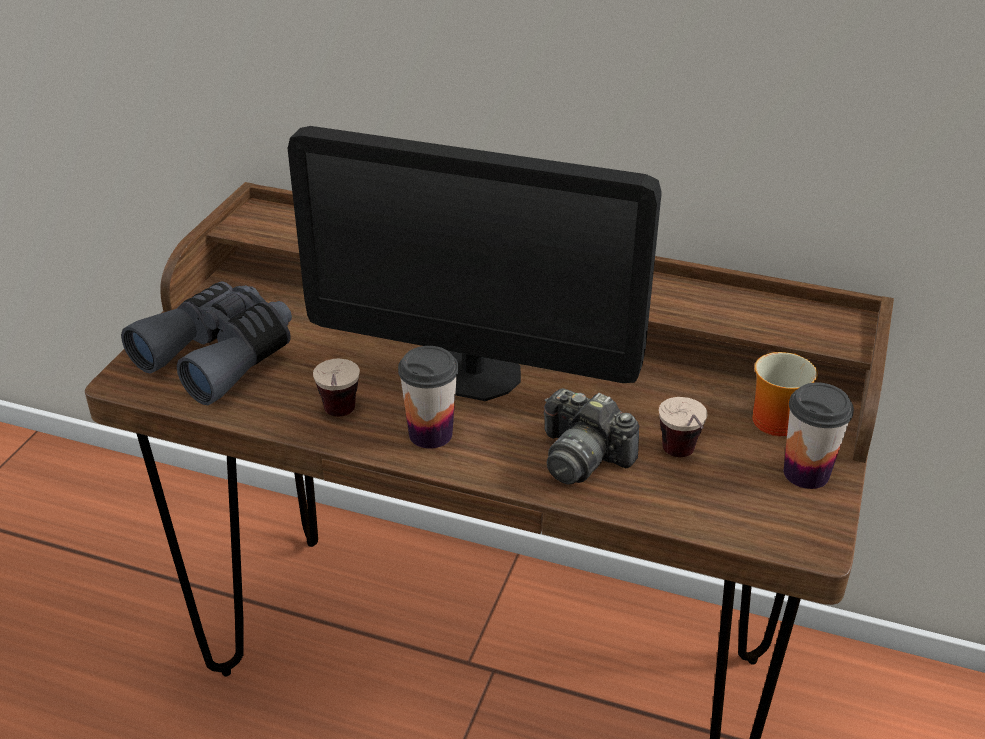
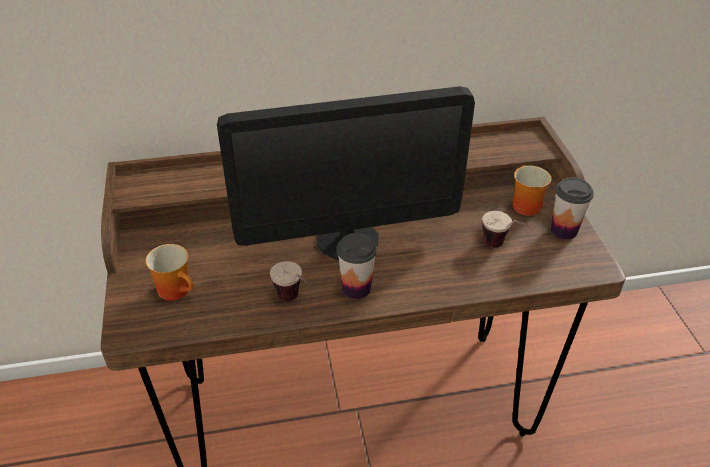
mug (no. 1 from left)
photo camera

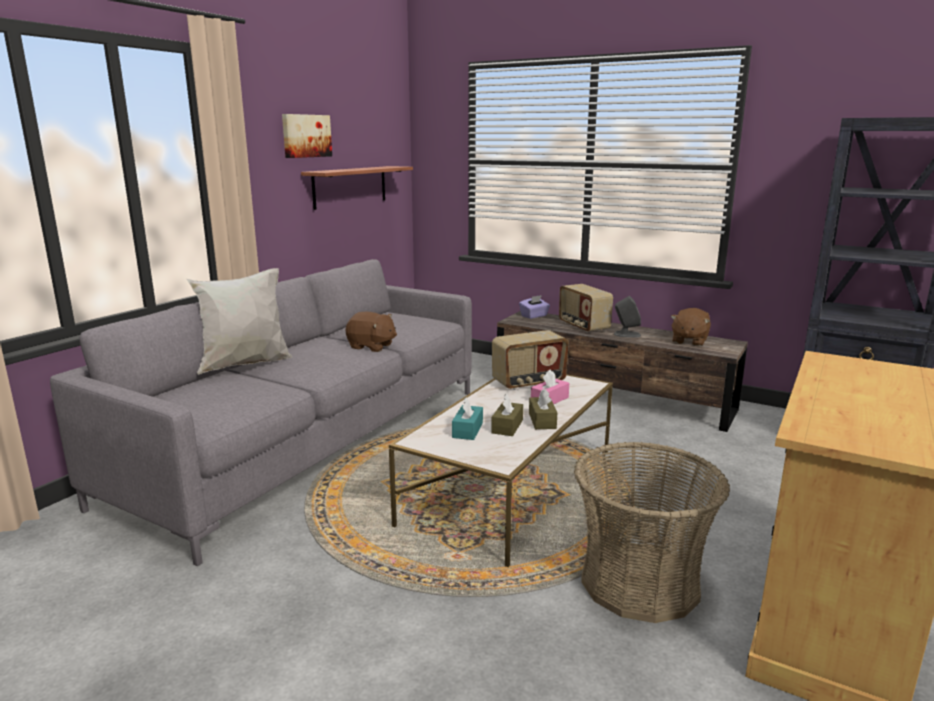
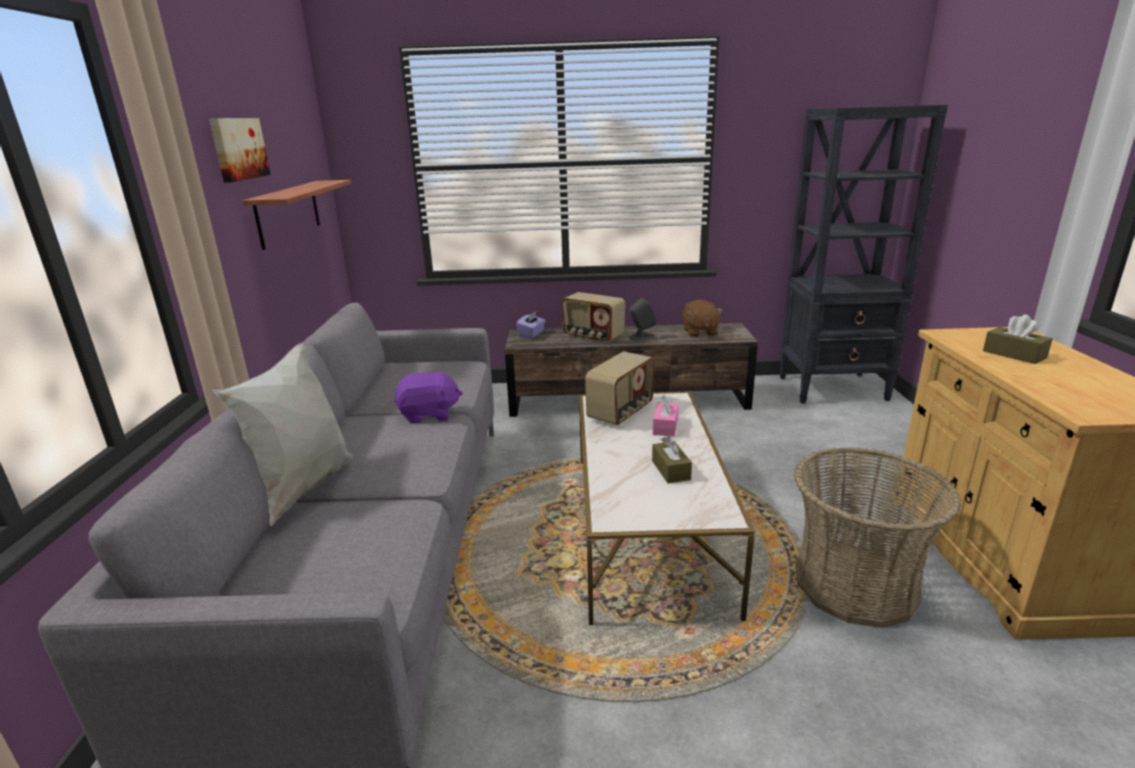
plush toy/purple
tissue box/brown (no. 2 from left)
tissue box/turquoise

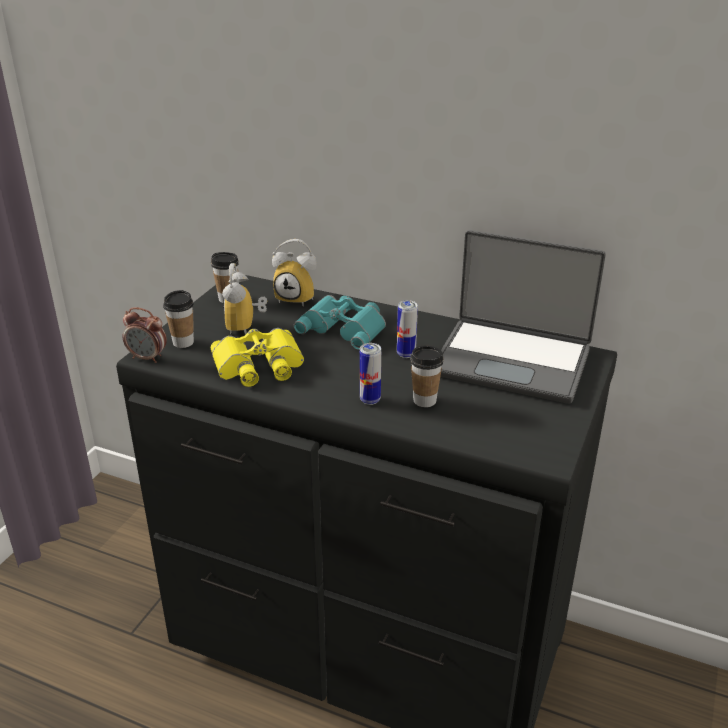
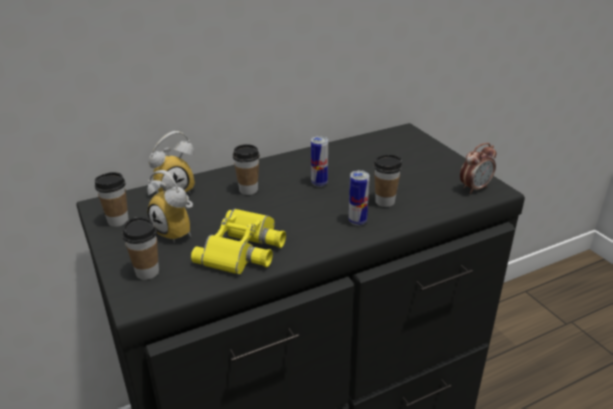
laptop
cup (no. 3 from left)
alarm clock (no. 3 from left)

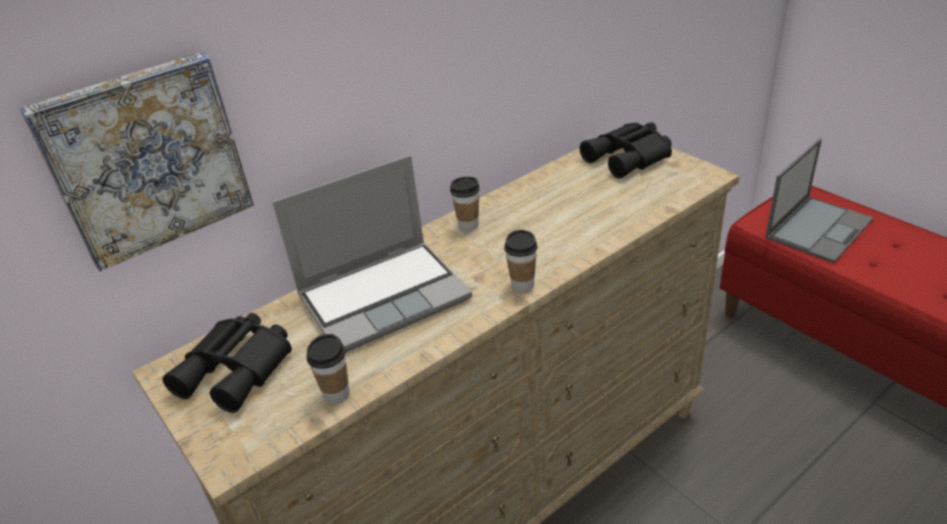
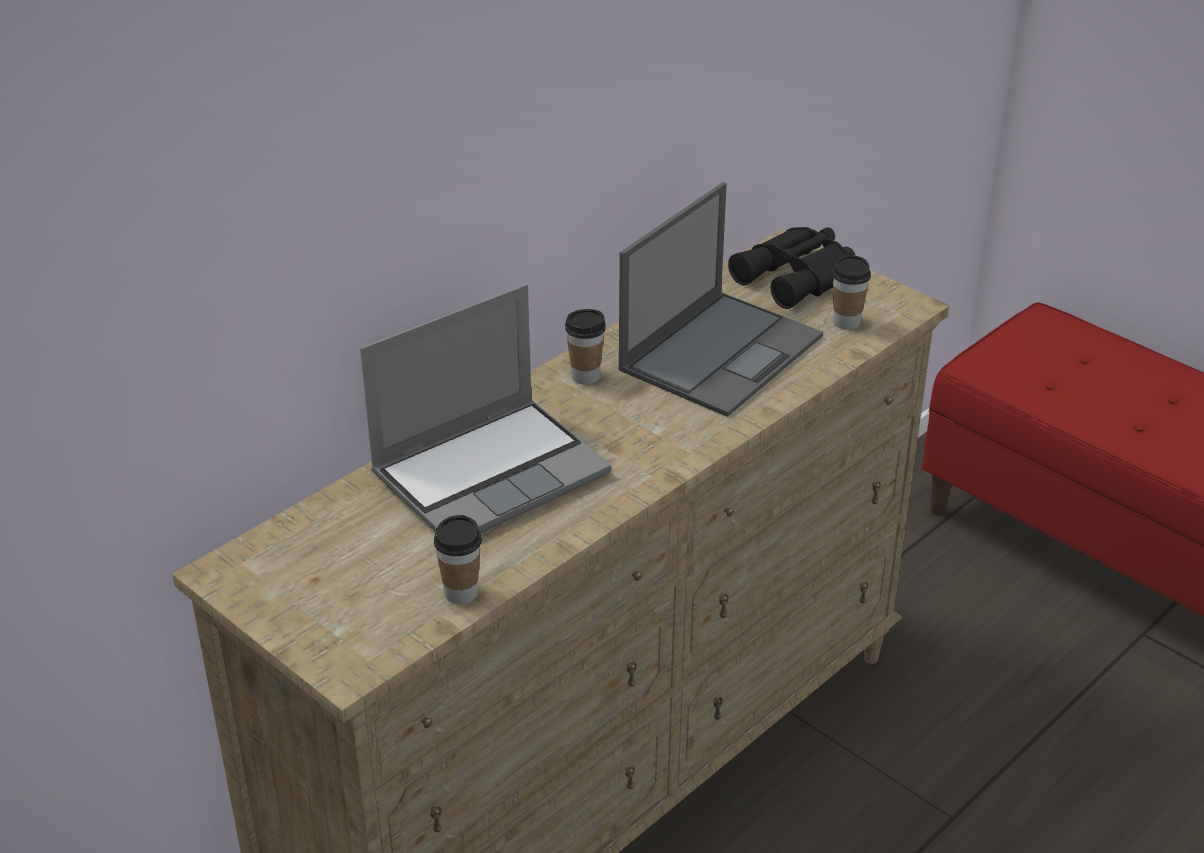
picture
laptop (no. 2 from left)
cup (no. 3 from left)
binoculars/black (no. 1 from left in the first image)

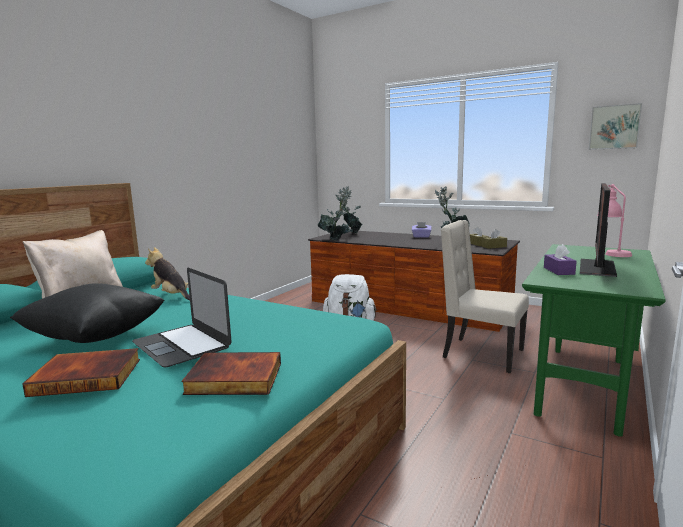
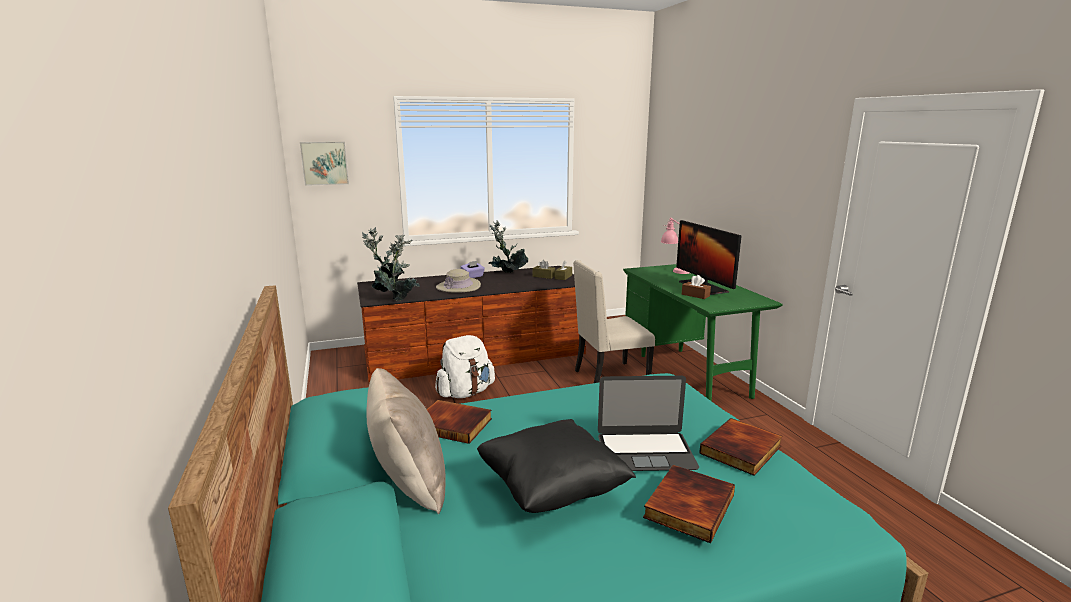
picture
tissue box/brown (no. 3 from left)
book (no. 1 from left)
hat/beige

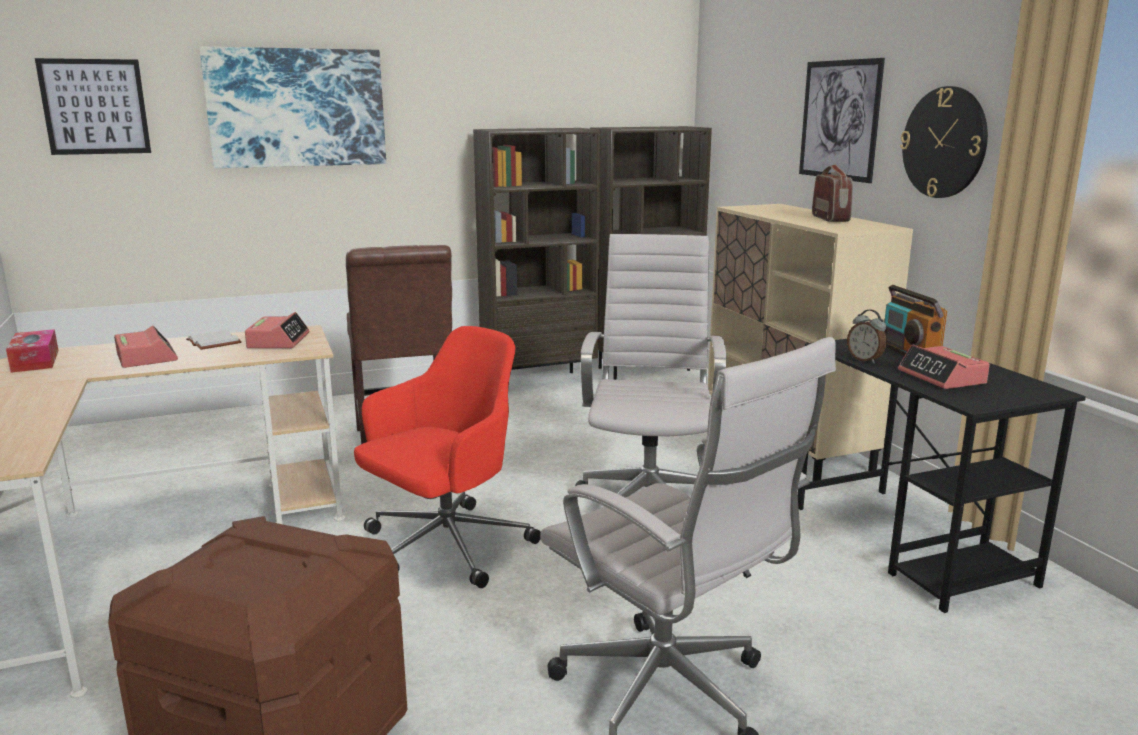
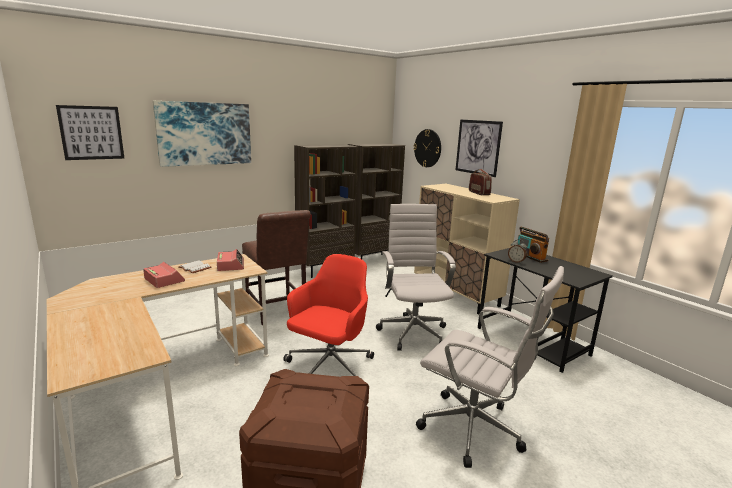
wall clock
tissue box
alarm clock (no. 4 from left in the first image)

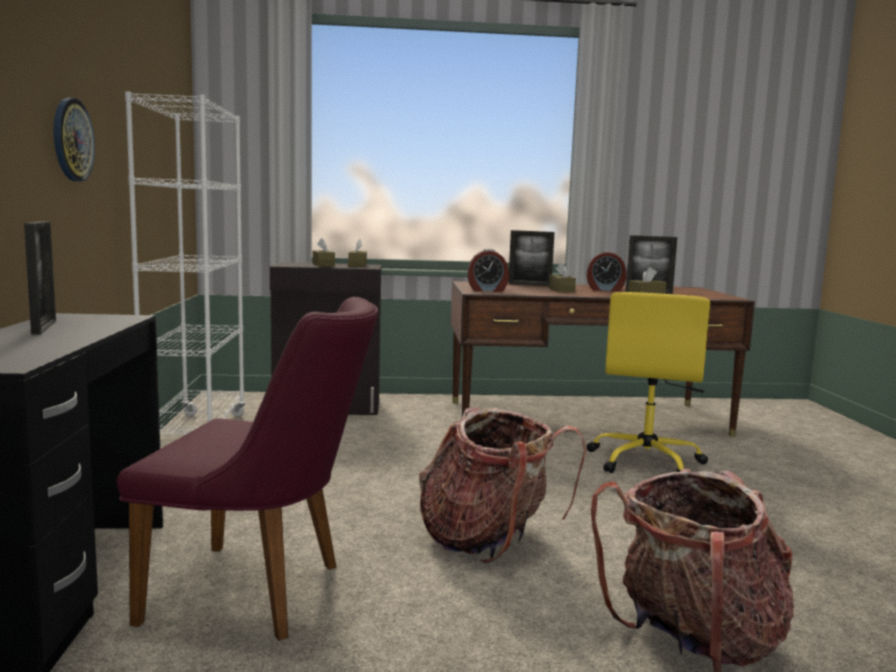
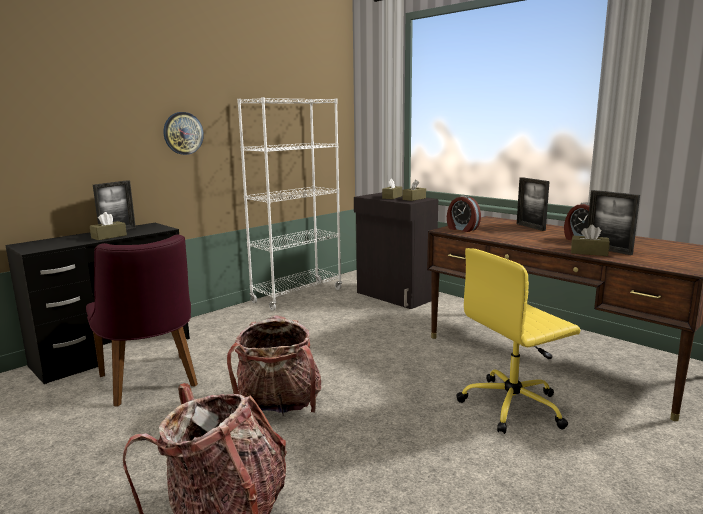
tissue box/brown (no. 1 from left)

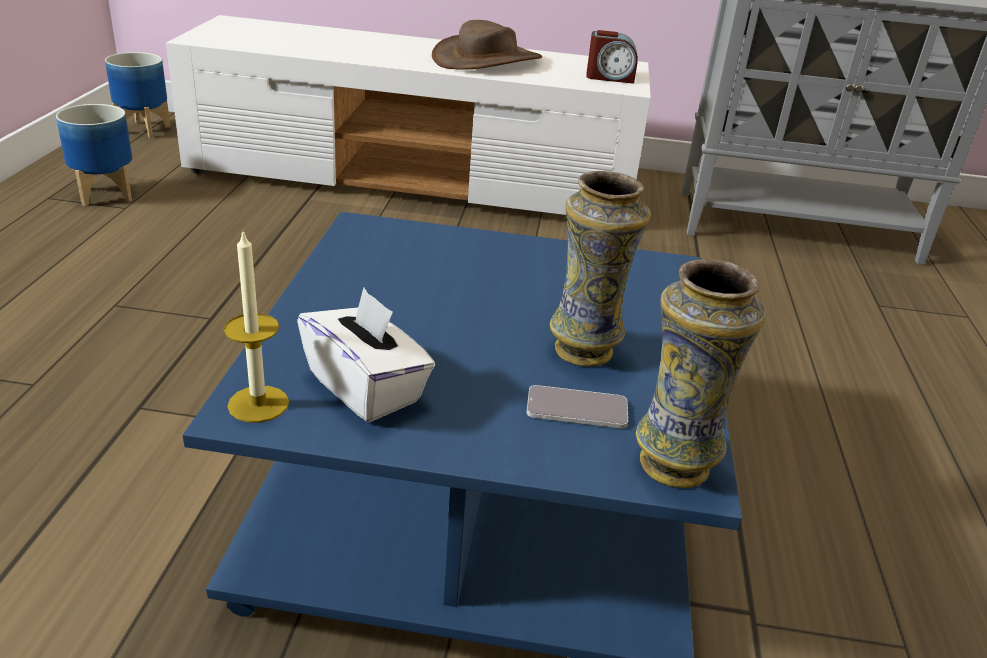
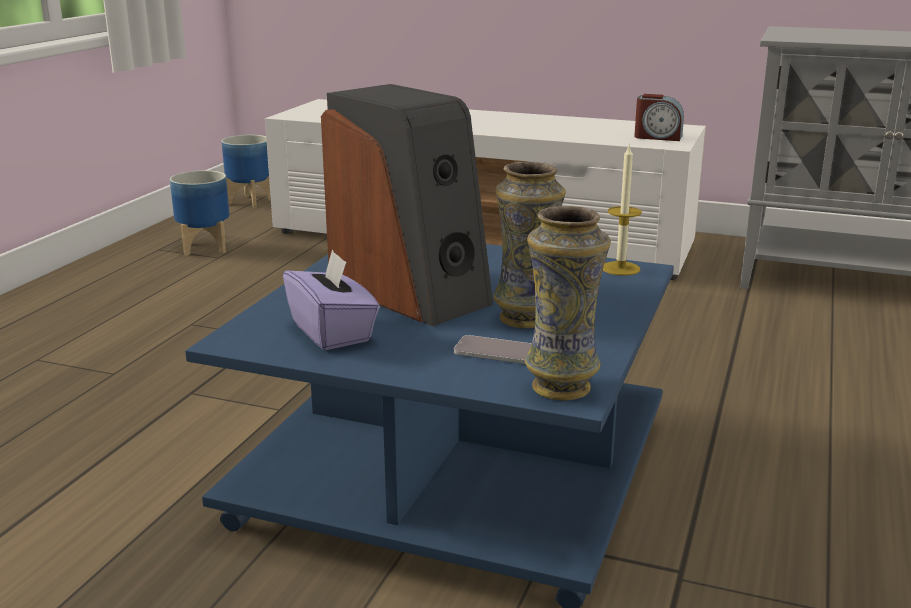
hat/brown
candle
tissue box/purple
speaker

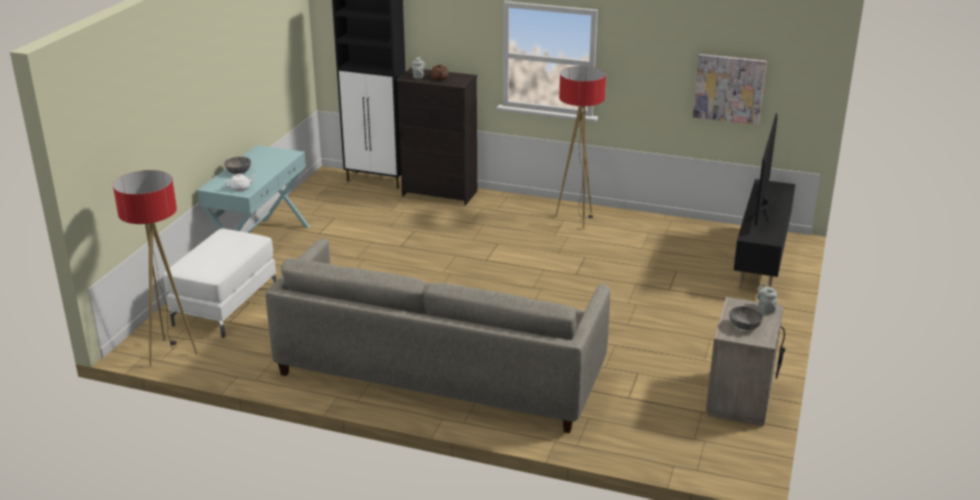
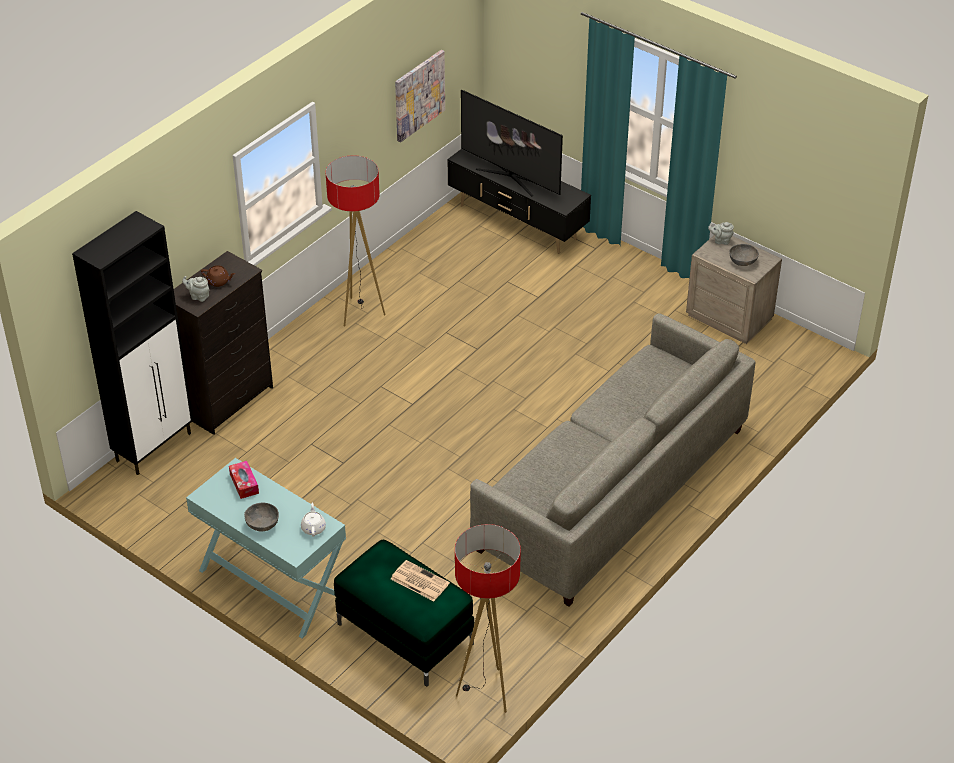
ottoman/green
tissue box
newspaper

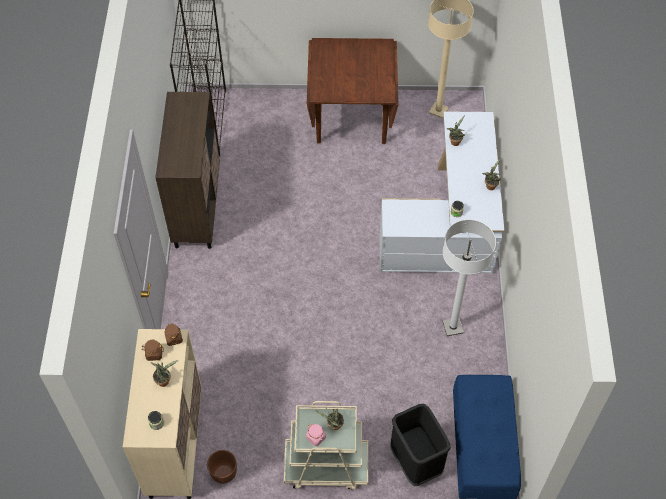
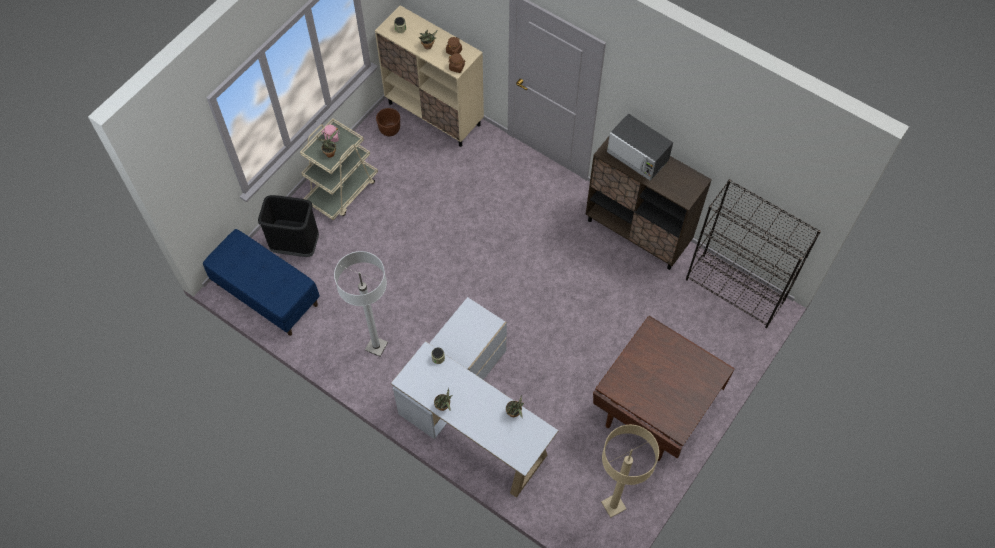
microwave

